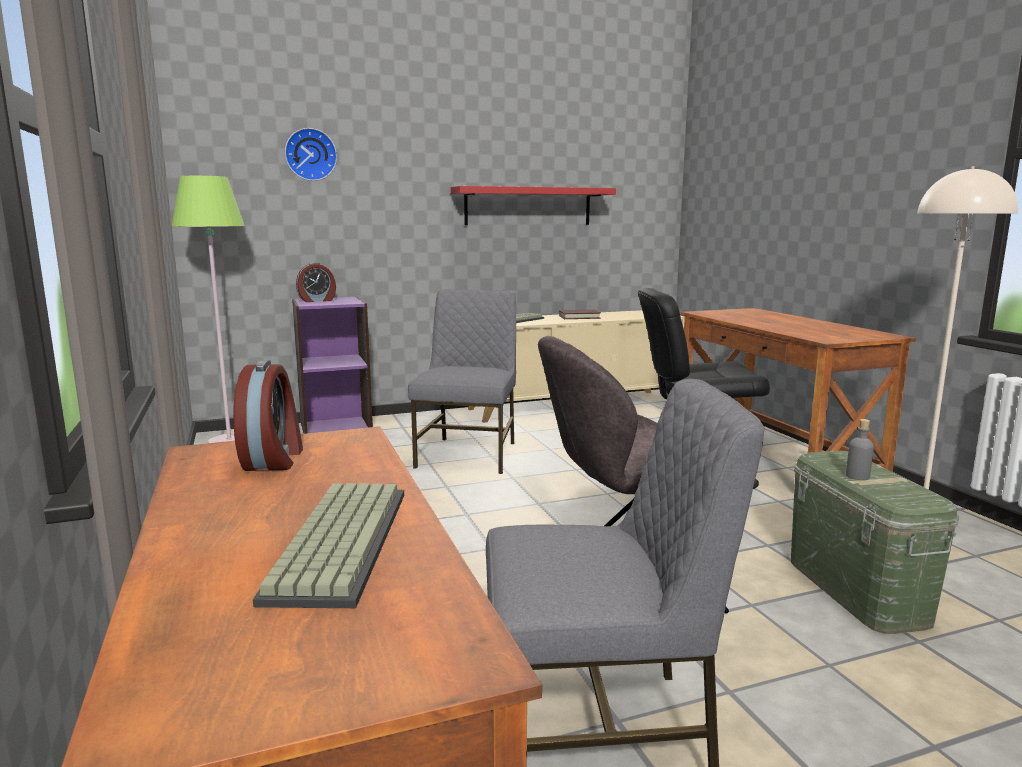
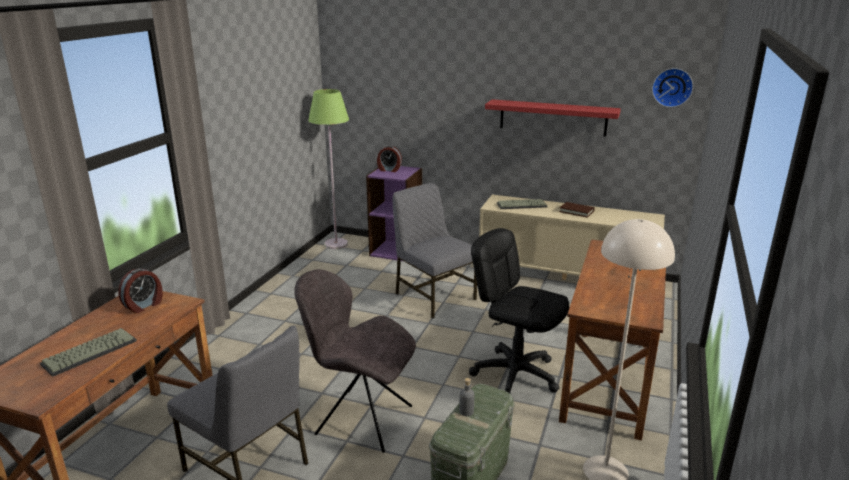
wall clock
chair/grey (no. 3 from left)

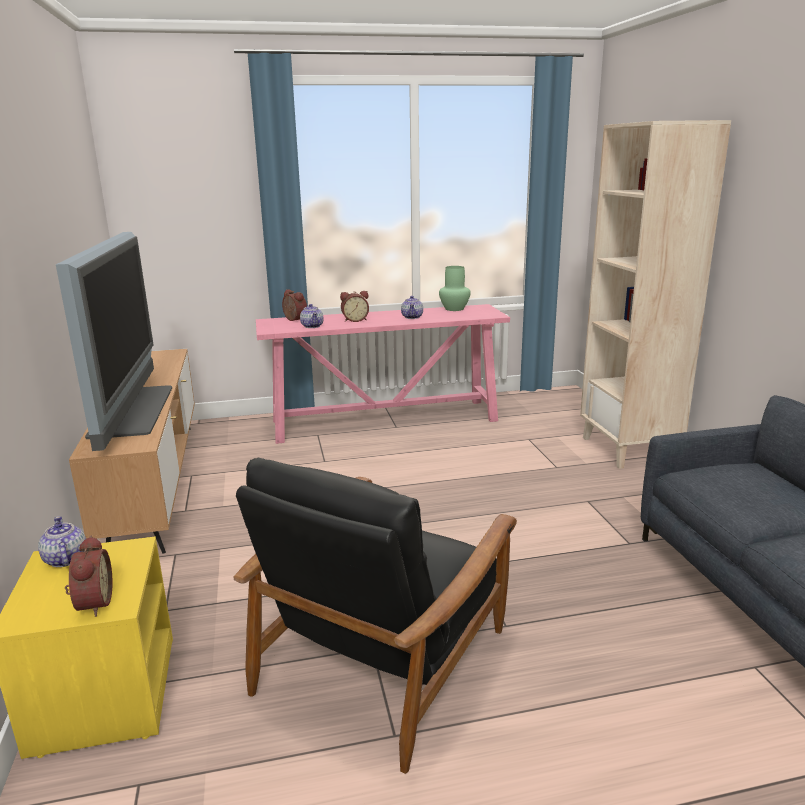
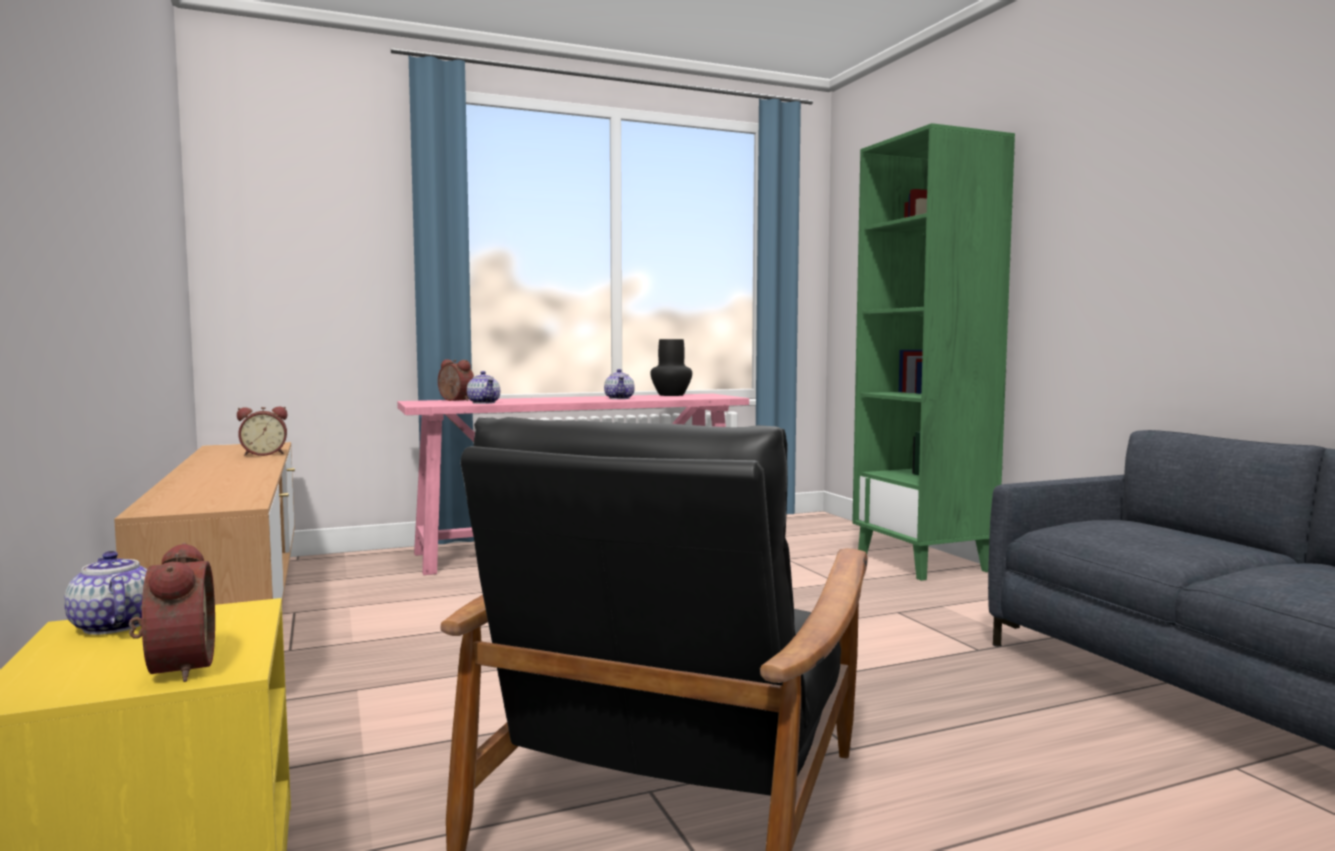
bookcase/green
television
vase/black
alarm clock (no. 2 from left)

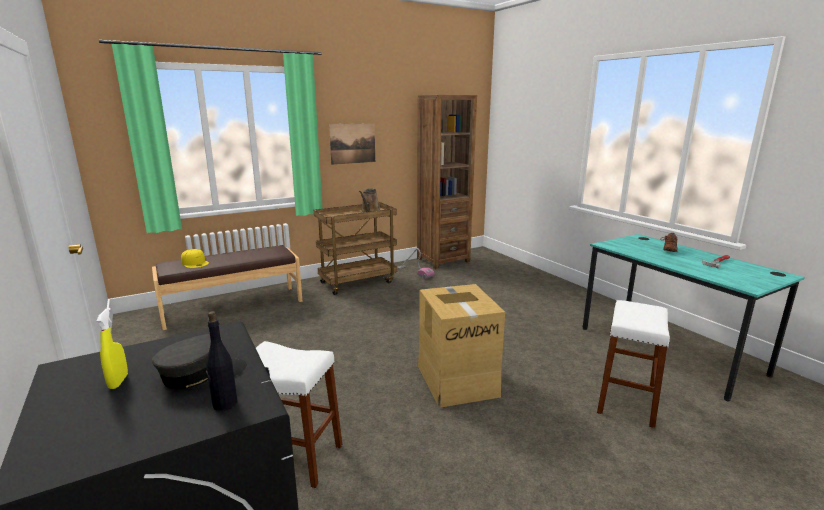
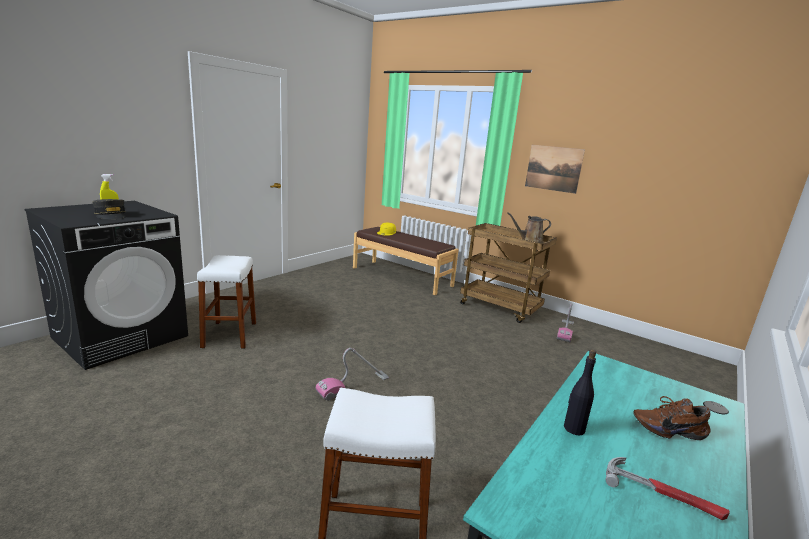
bookcase/brown
vacuum cleaner (no. 1 from left)
bottle/black

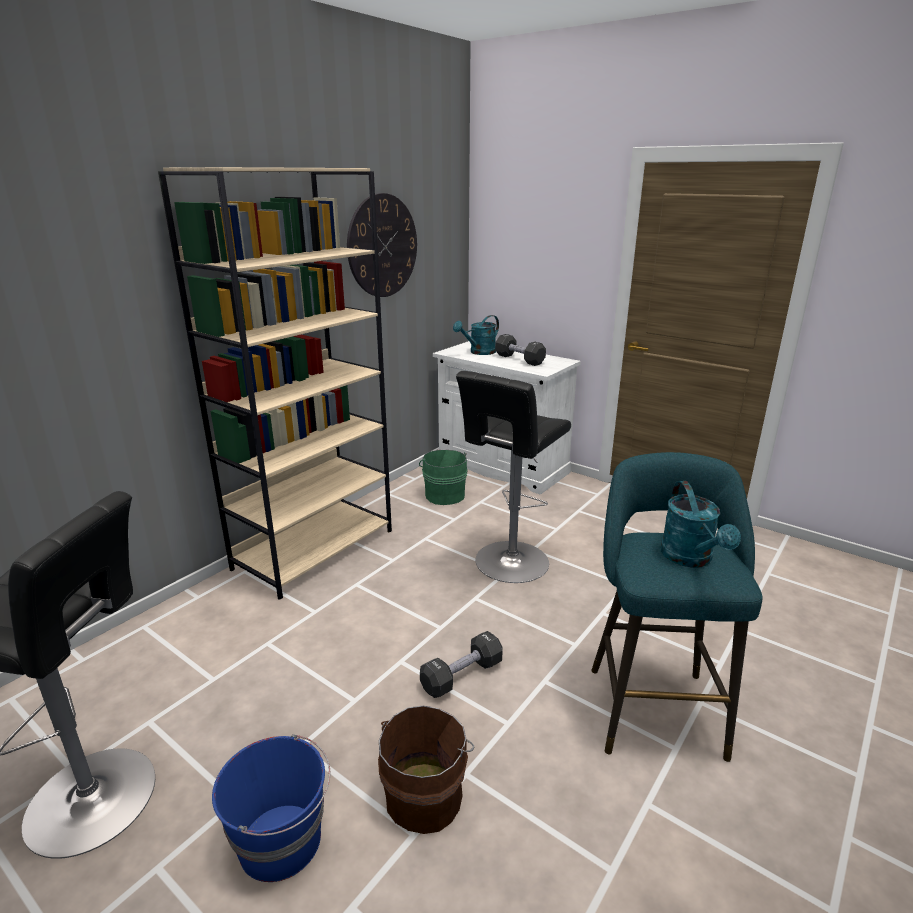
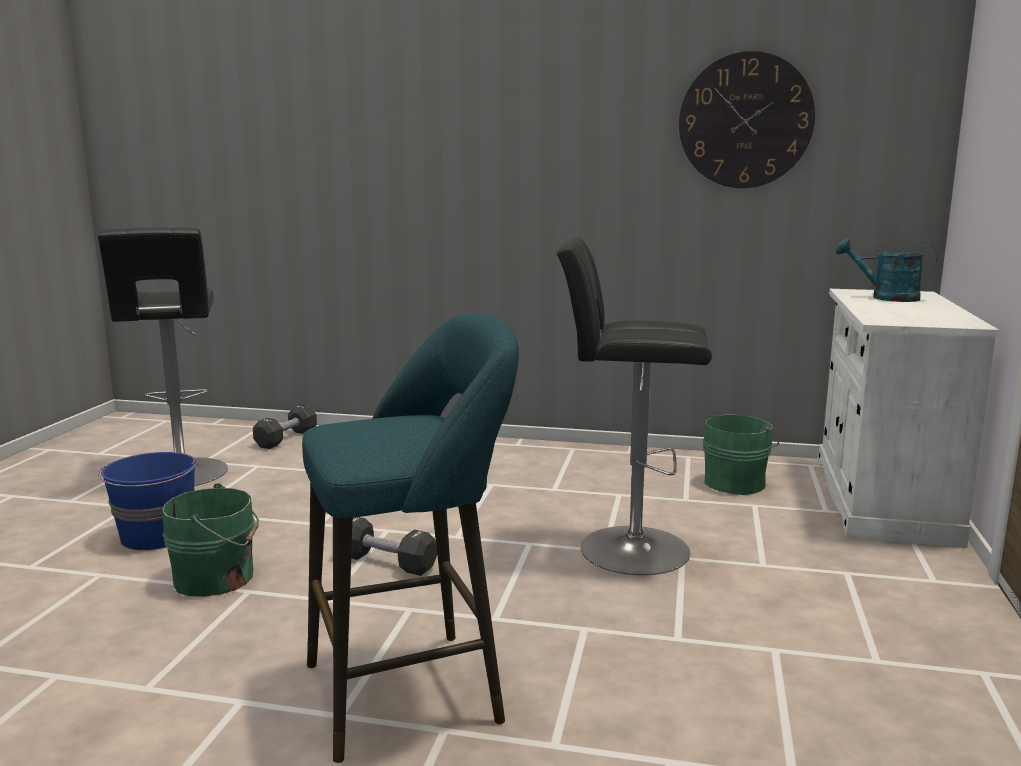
bookcase/beige
dumbbell/black (no. 1 from left)
watering can/turquoise (no. 2 from left in the first image)
bucket/green (no. 1 from left)

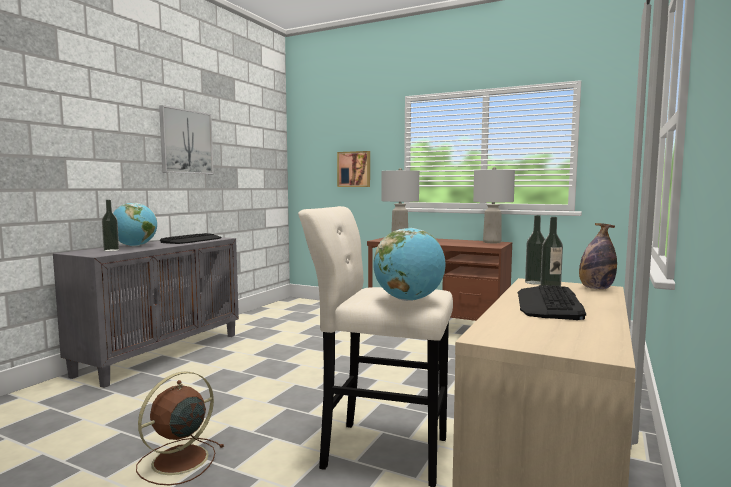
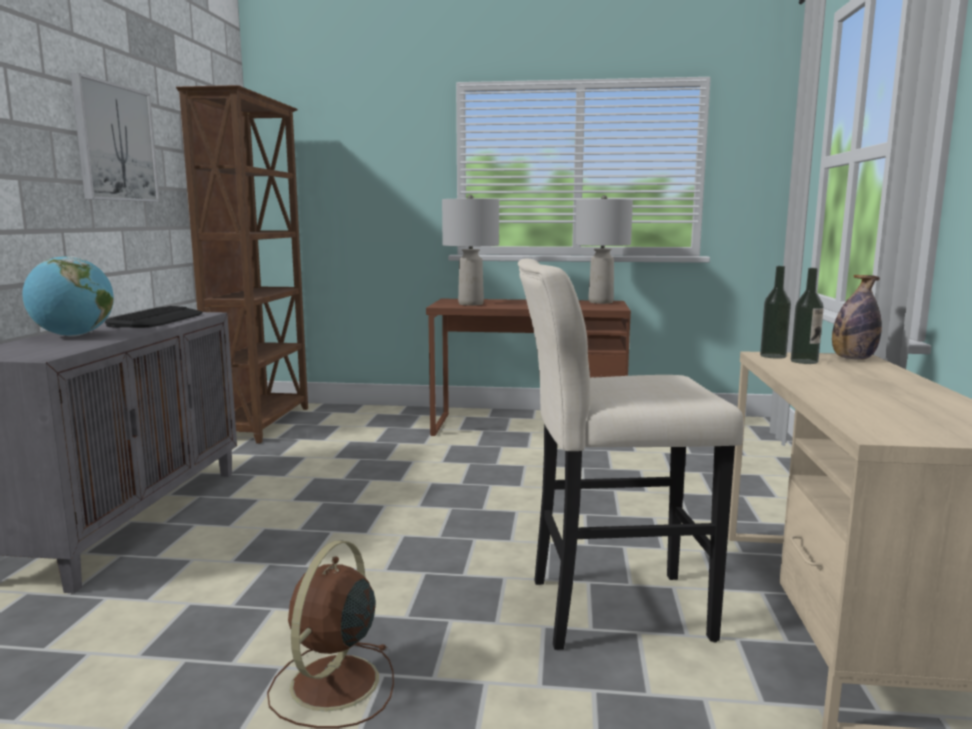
picture (no. 2 from left in the first image)
bottle (no. 1 from left in the first image)
globe (no. 2 from left in the first image)
keyboard (no. 2 from left in the first image)
bookcase/brown

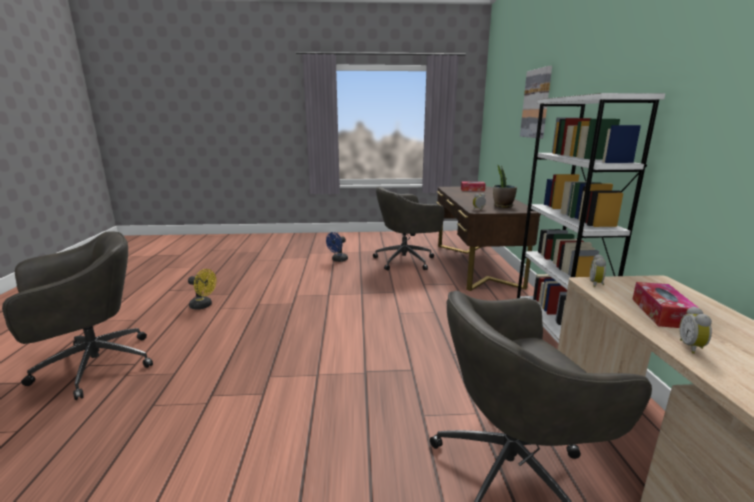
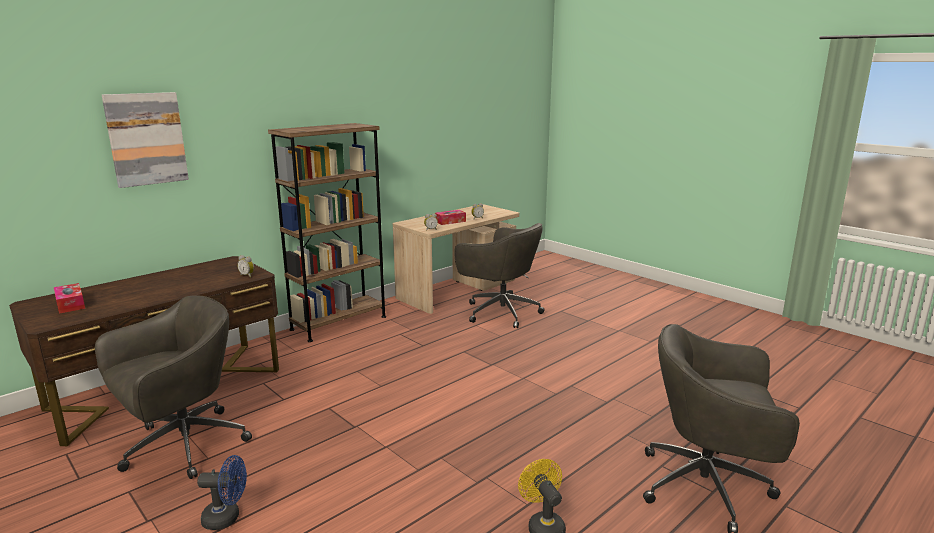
bookcase/brown
potted plant
office chair/grey (no. 1 from left)

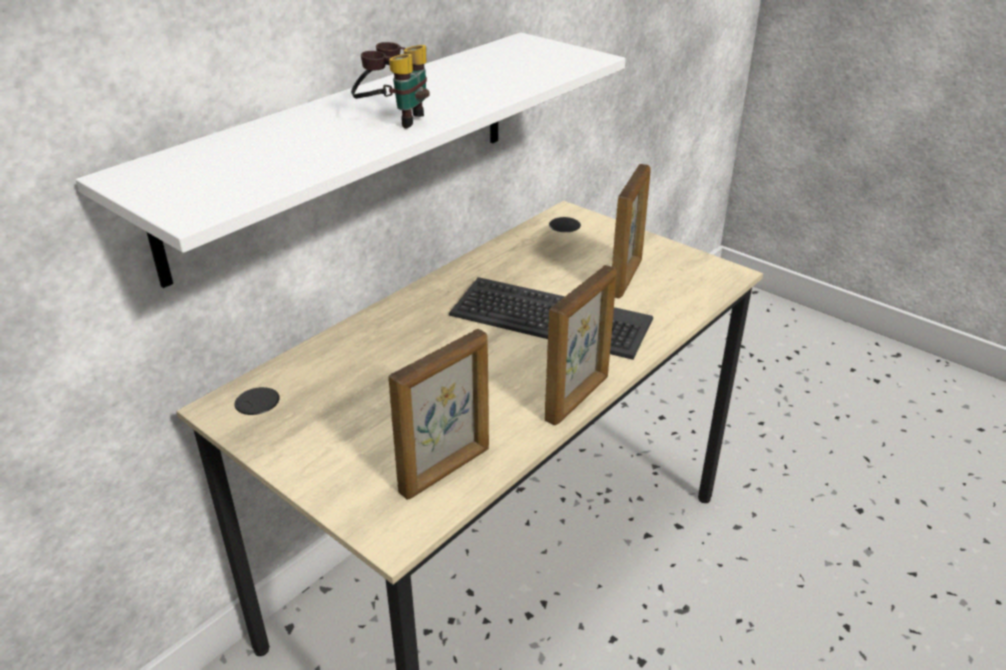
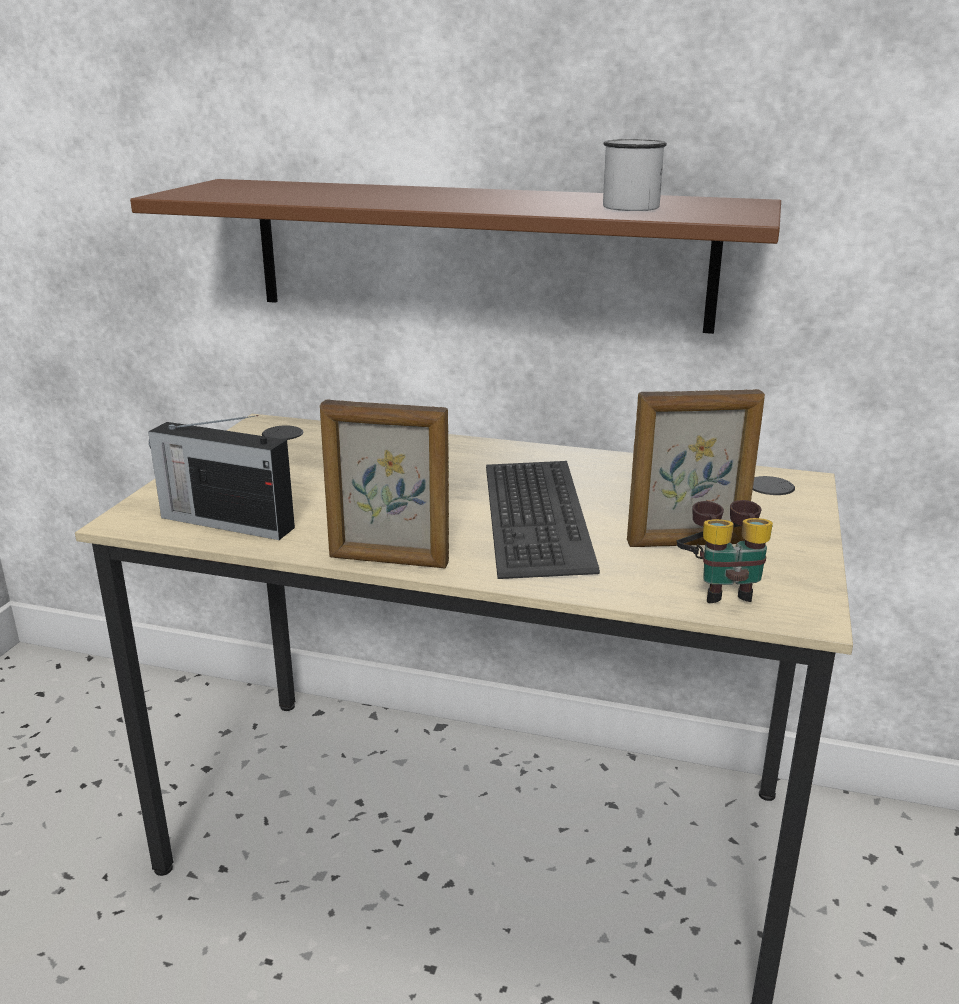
shelf/brown
binoculars
radio
mug/white

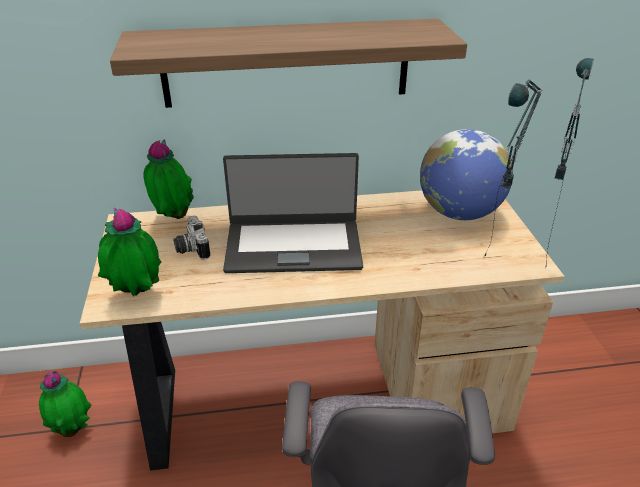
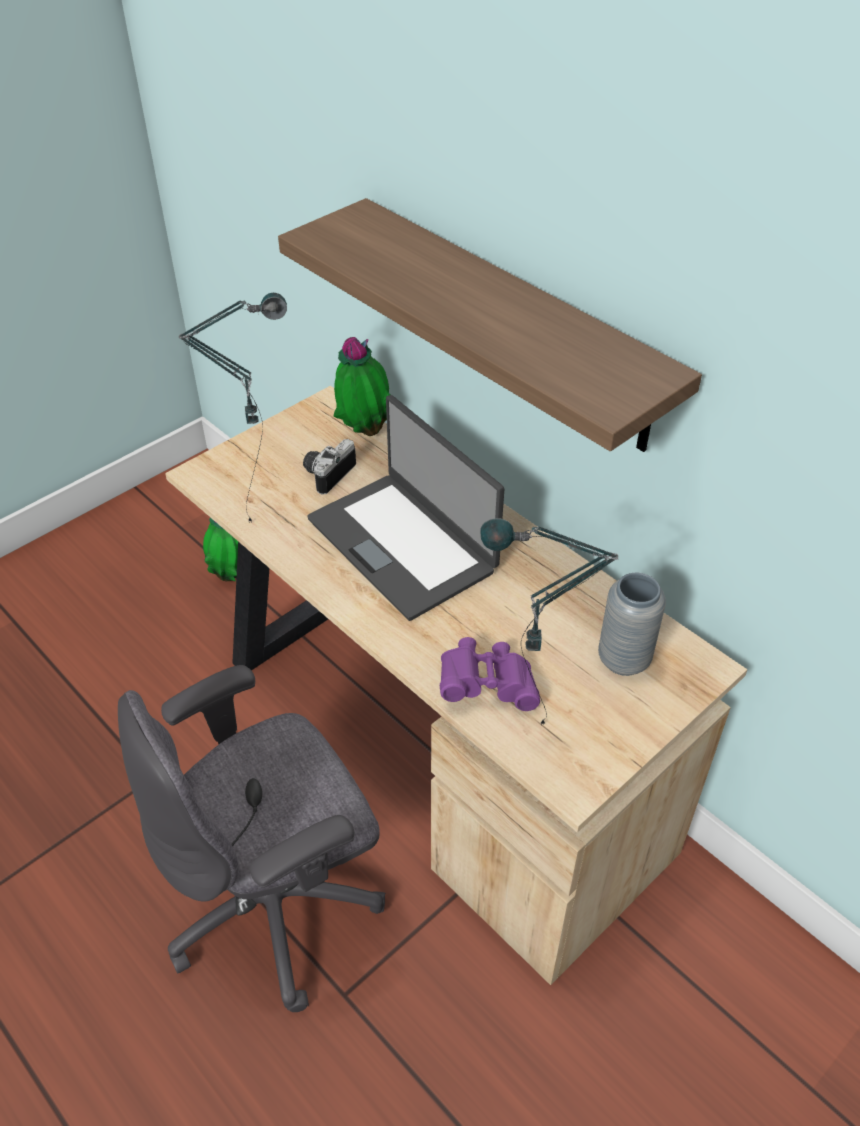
table lamp (no. 1 from left)
vase/grey
potted plant (no. 2 from left in the first image)
binoculars/purple

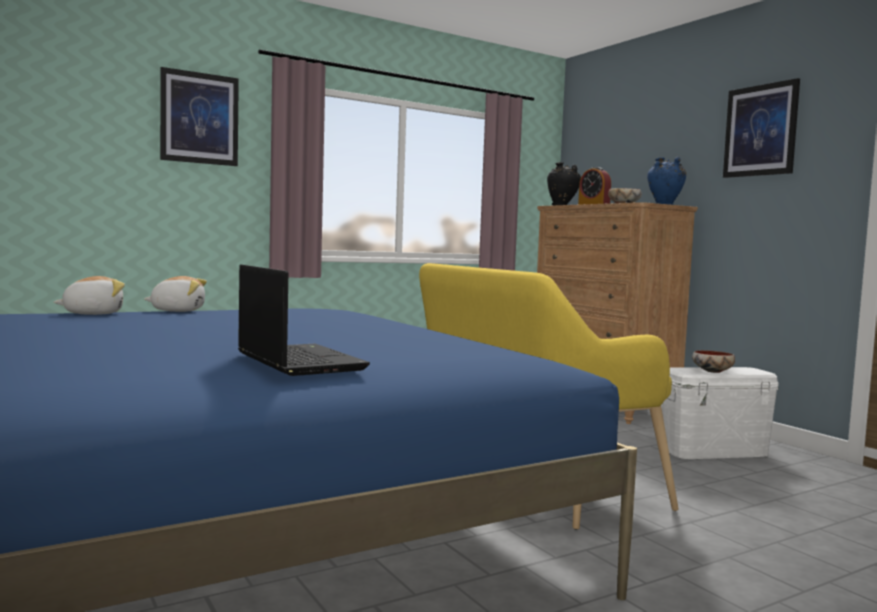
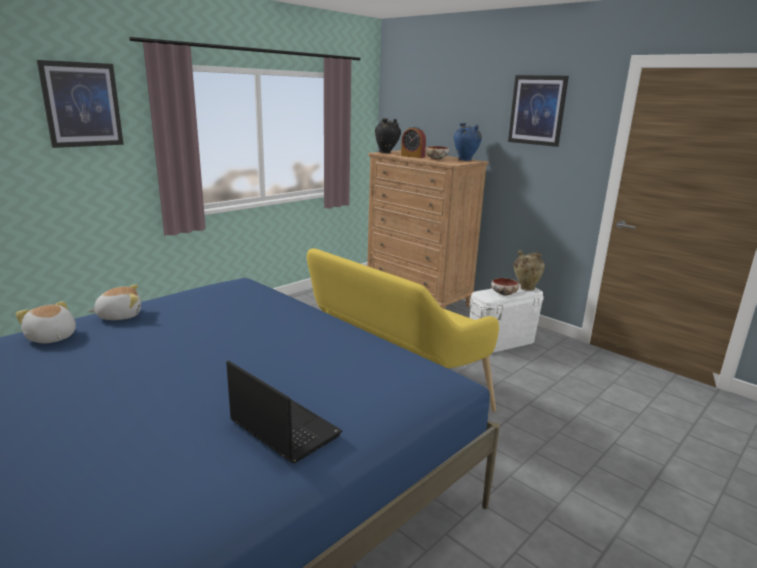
plush toy (no. 1 from left)
vase/beige

